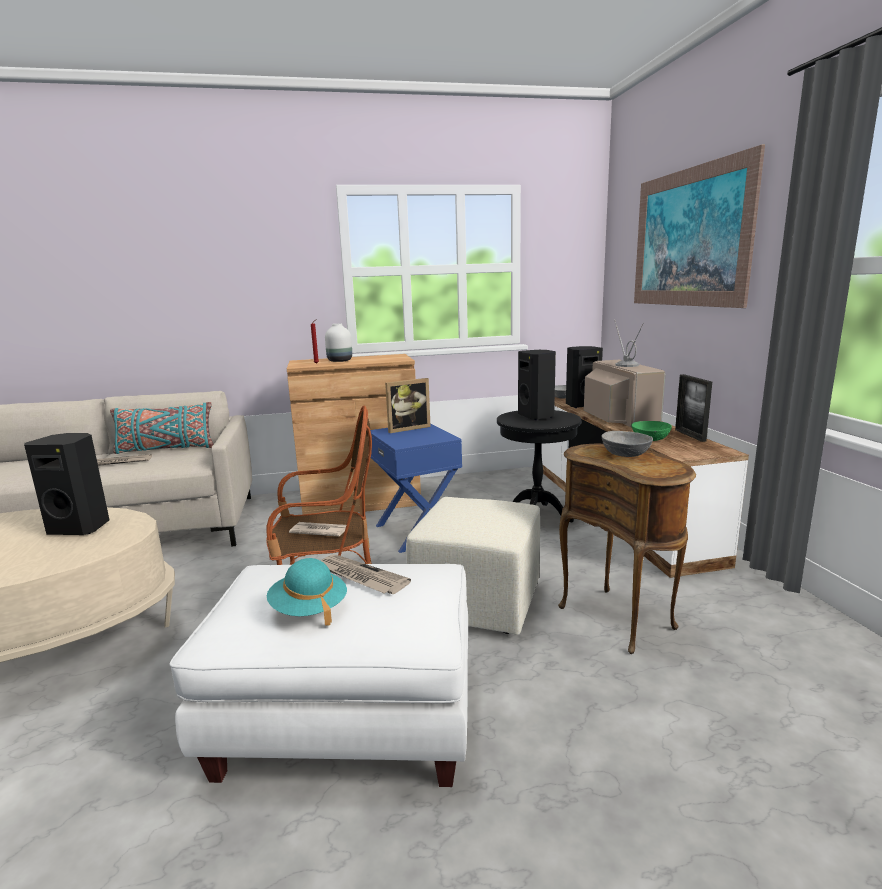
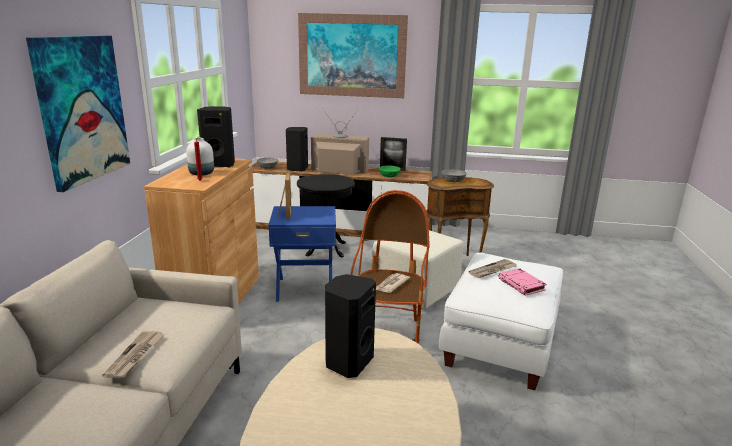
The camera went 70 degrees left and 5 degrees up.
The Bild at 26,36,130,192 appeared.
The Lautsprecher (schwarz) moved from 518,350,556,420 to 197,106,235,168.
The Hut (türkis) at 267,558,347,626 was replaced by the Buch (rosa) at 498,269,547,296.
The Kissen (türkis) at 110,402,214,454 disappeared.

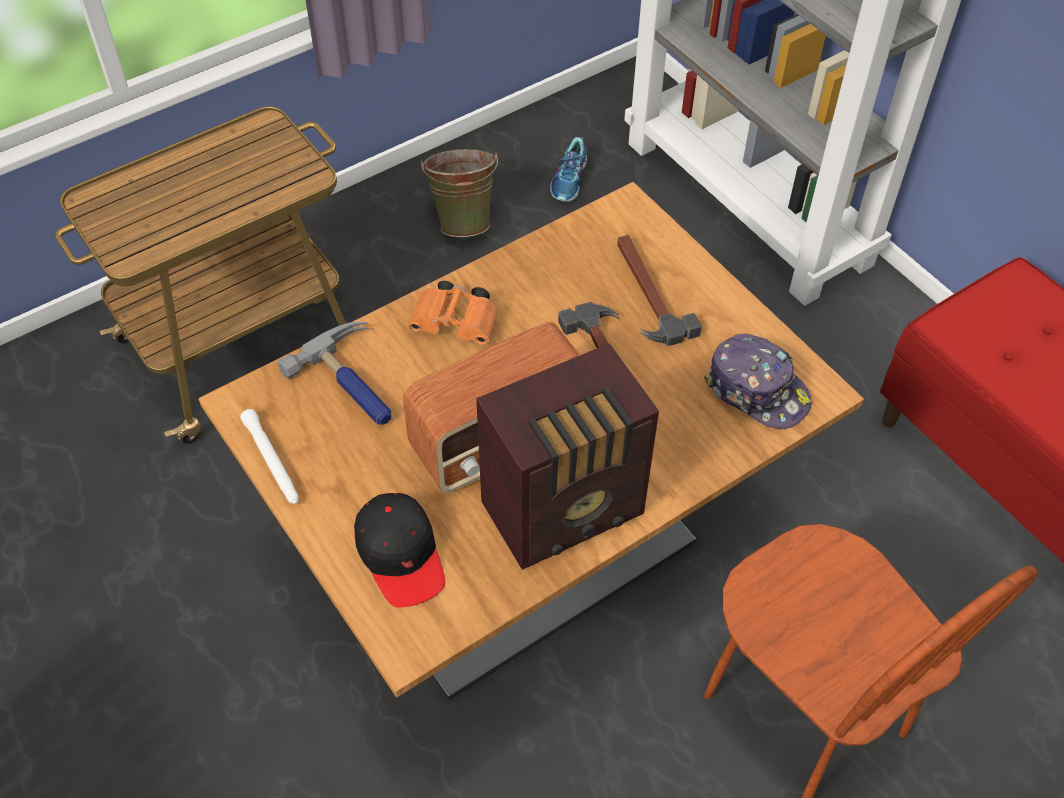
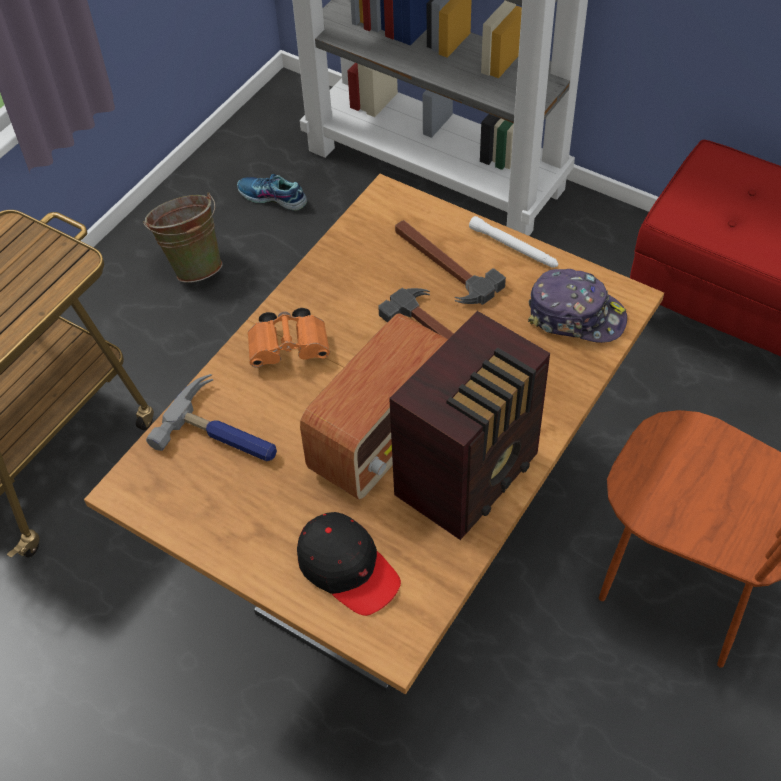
The camera went 20 degrees left and 0 degrees up.
The Schuh at 550,137,589,202 turned 120 degrees clockwise.
The Taschenlampe (weiß) moved from 240,409,299,504 to 469,216,559,268.

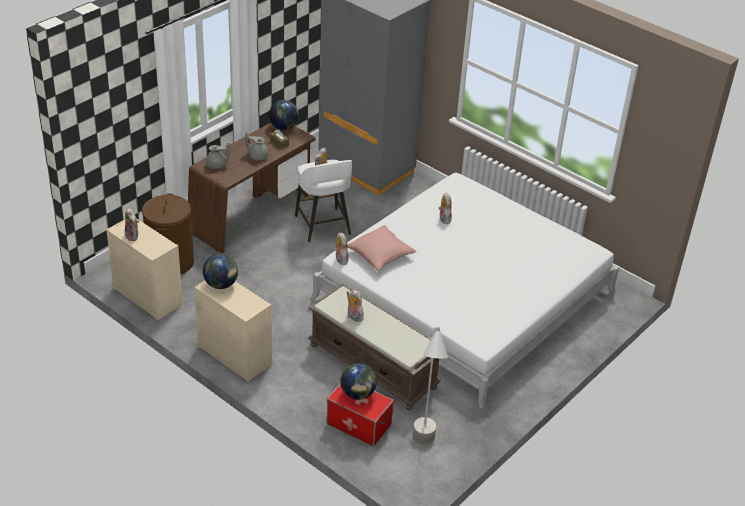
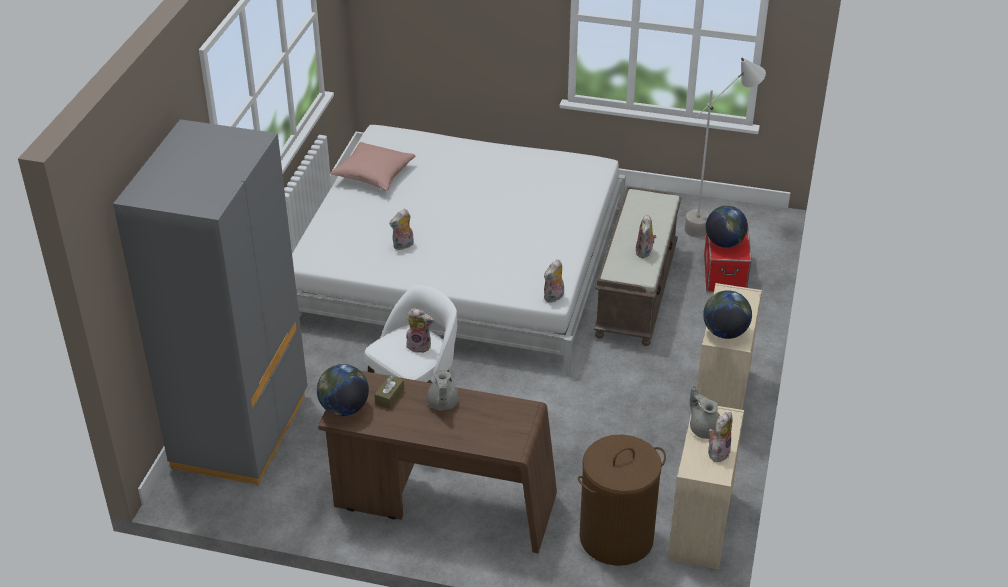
The camera went 115 degrees left and 0 degrees up.
The Kissen (rosa) moved from 347,225,417,271 to 330,142,415,191.
The Teekanne (grau) moved from 206,143,231,169 to 690,385,720,439.

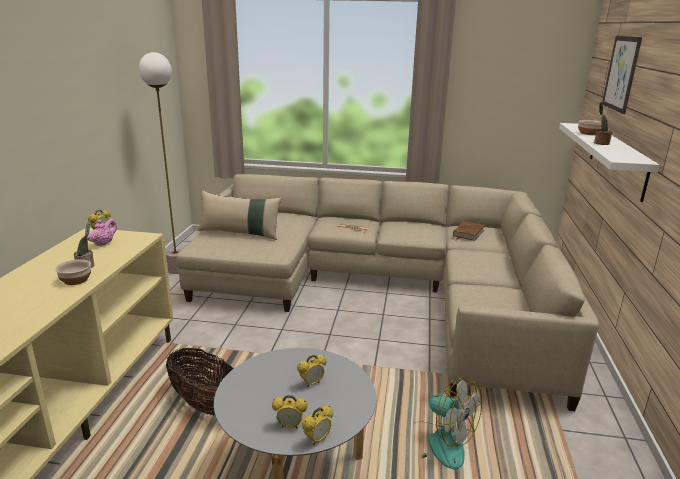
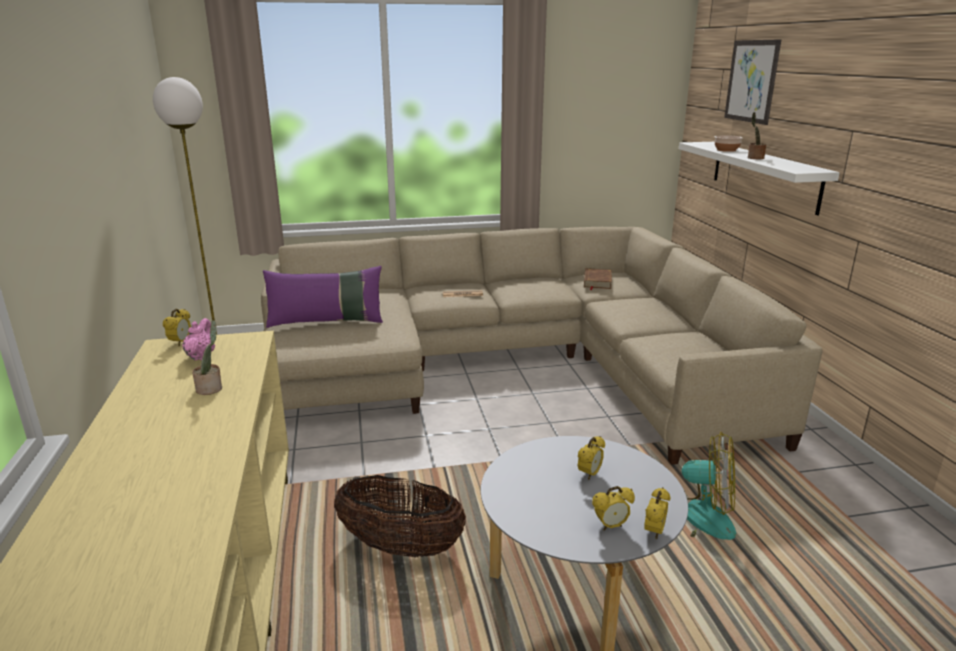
The camera went 20 degrees left and 0 degrees up.
The Kissen (beige) at 198,190,282,240 became the Kissen (lila) at 263,266,383,328.
The Schüssel at 55,259,91,285 disappeared.

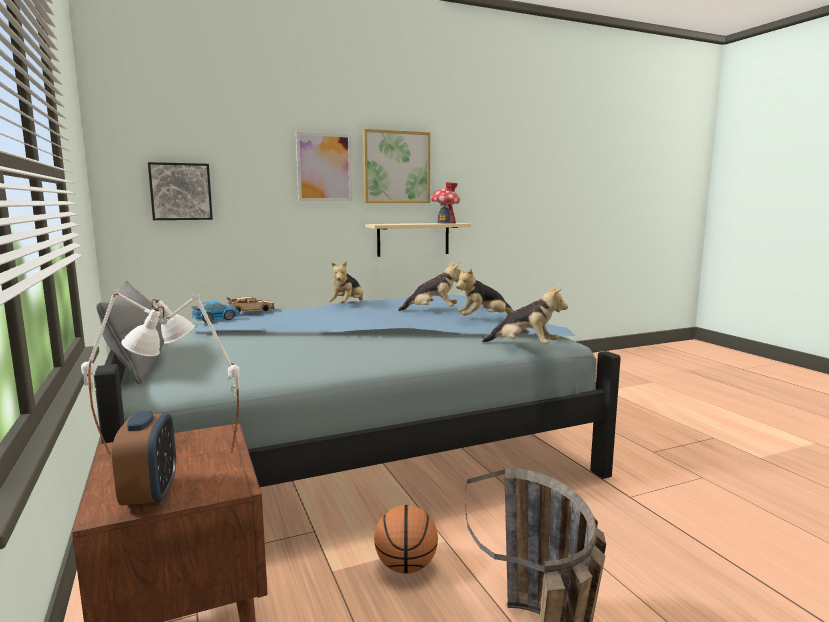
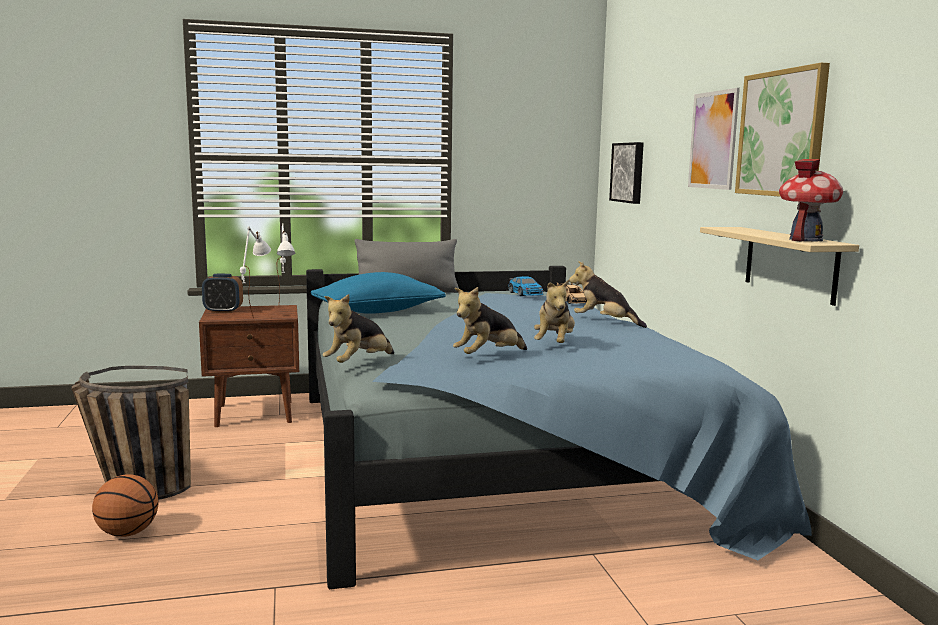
The camera went 100 degrees right and 0 degrees up.
The Basketball moved from 374,505,438,574 to 92,474,159,537.
The Kissen (blau) at 311,272,446,314 appeared.
The Plüschtier at 456,268,513,316 turned 120 degrees counterclockwise.

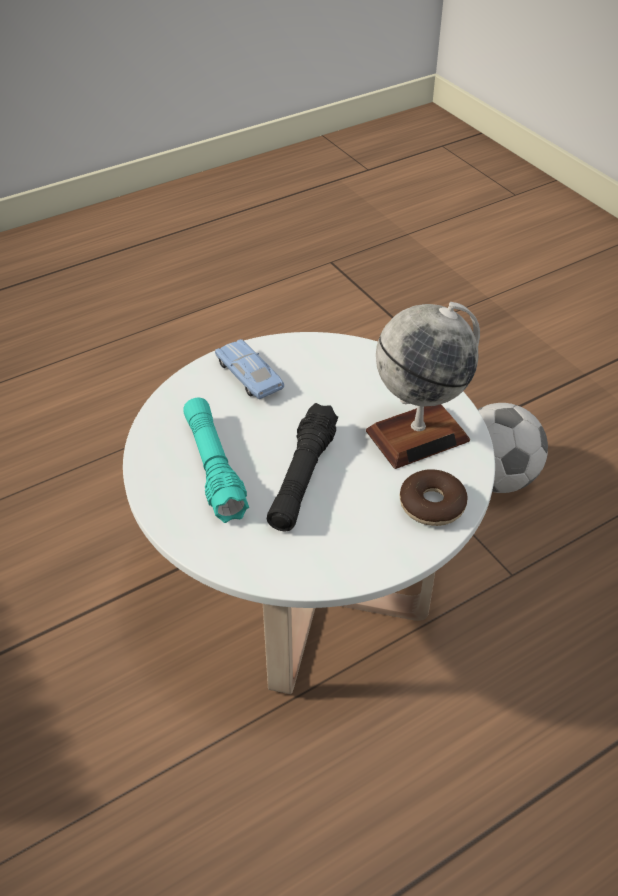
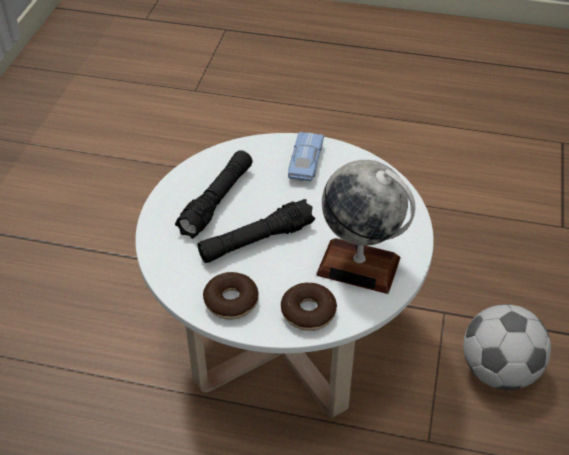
The camera went 45 degrees right and 0 degrees up.
The Taschenlampe (türkis) at 183,398,249,523 became the Taschenlampe (schwarz) at 175,150,253,239.
The Donut at 203,272,259,320 appeared.

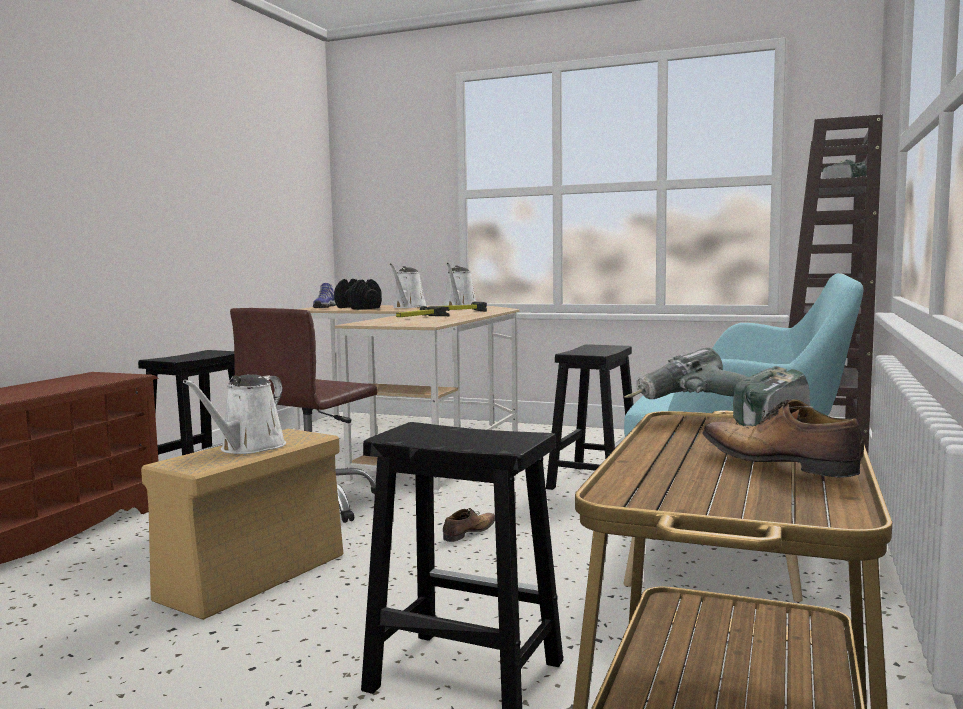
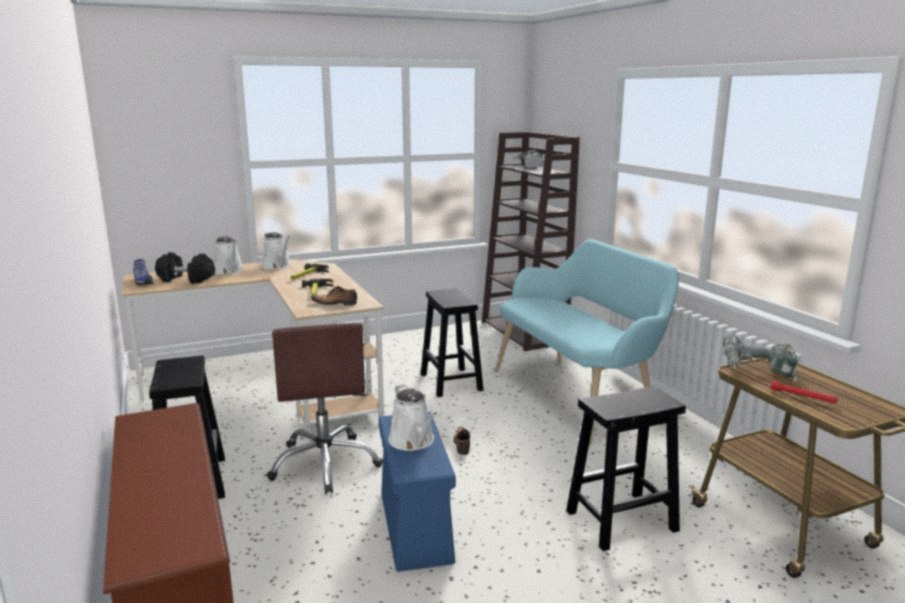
The camera went 45 degrees left and 10 degrees up.
The Schuh moved from 702,399,864,478 to 311,286,357,306.
The Aufbewahrungsbox (beige) at 141,429,343,620 became the Aufbewahrungsbox (blau) at 379,412,456,572.
The Taschenlampe (rot) at 771,381,838,404 appeared.

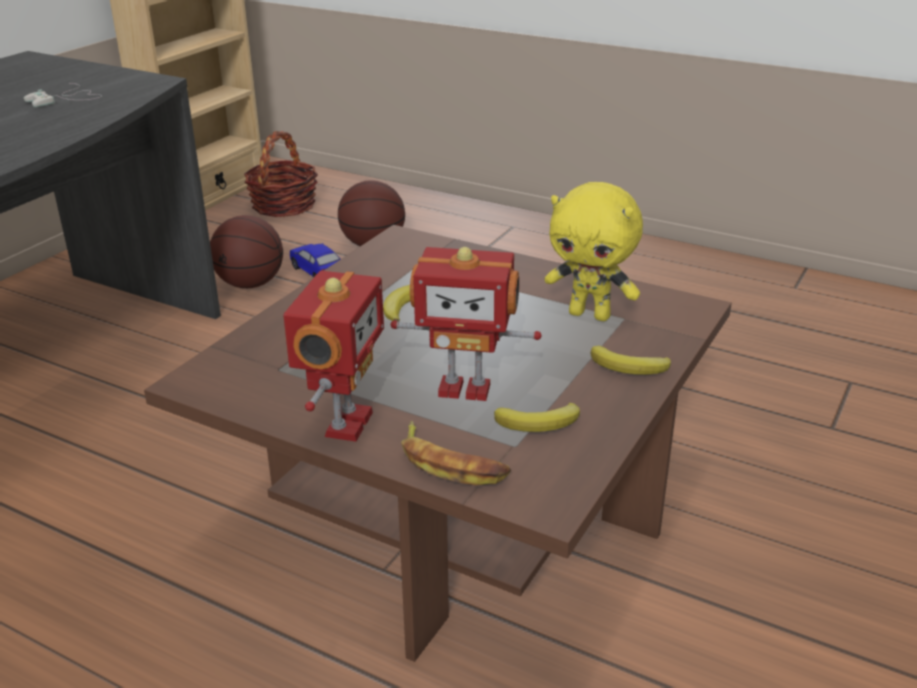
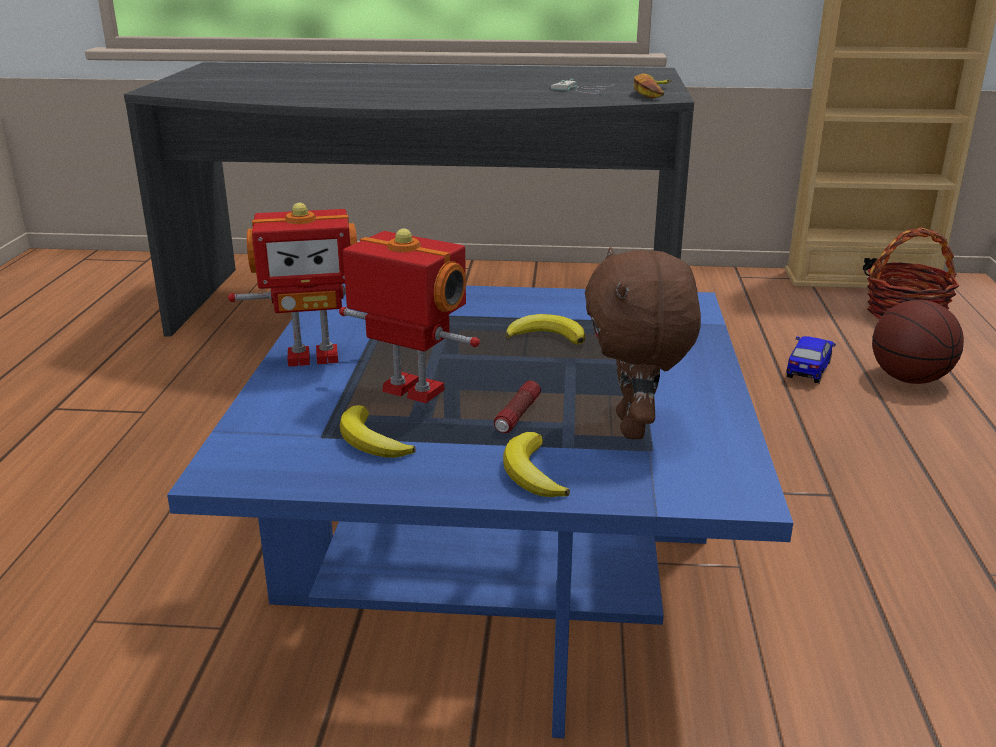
The camera went 65 degrees right and 5 degrees down.
The Couchtisch (braun) at 144,225,732,662 became the Couchtisch (blau) at 167,284,793,738.
The Spielzeugroboter at 391,247,542,401 turned 135 degrees clockwise.
The Taschenlampe at 494,381,541,433 appeared.
The Plüschtier (gelb) at 545,182,643,321 became the Plüschtier (braun) at 585,247,701,439.
The Banane moved from 401,421,511,485 to 634,73,671,99.
The Basketball at 210,215,283,288 disappeared.

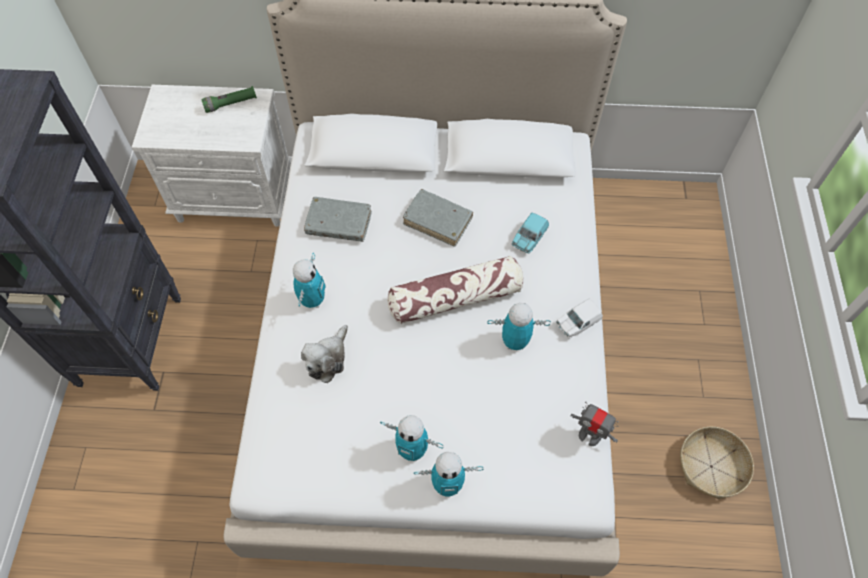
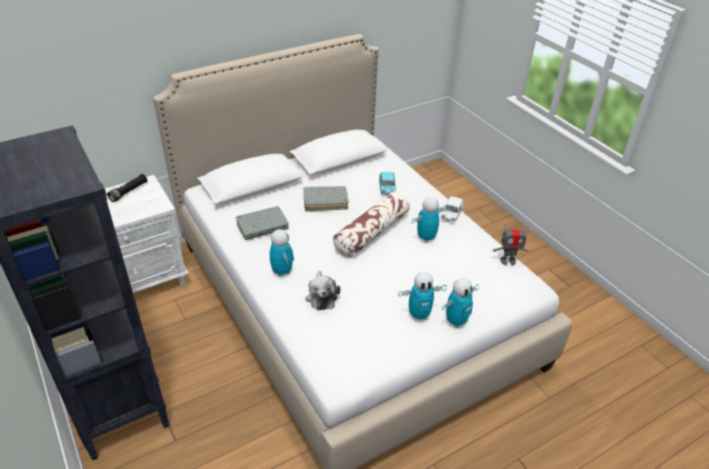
The camera went 35 degrees left and 20 degrees down.
The Taschenlampe (grün) at 201,86,257,113 became the Taschenlampe (schwarz) at 107,174,148,202.
The Korb at 680,427,754,499 disappeared.

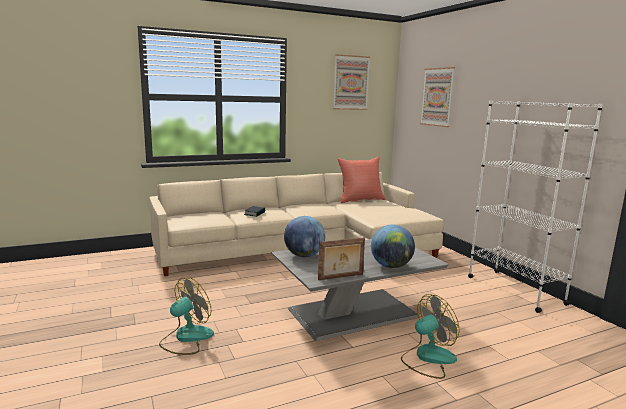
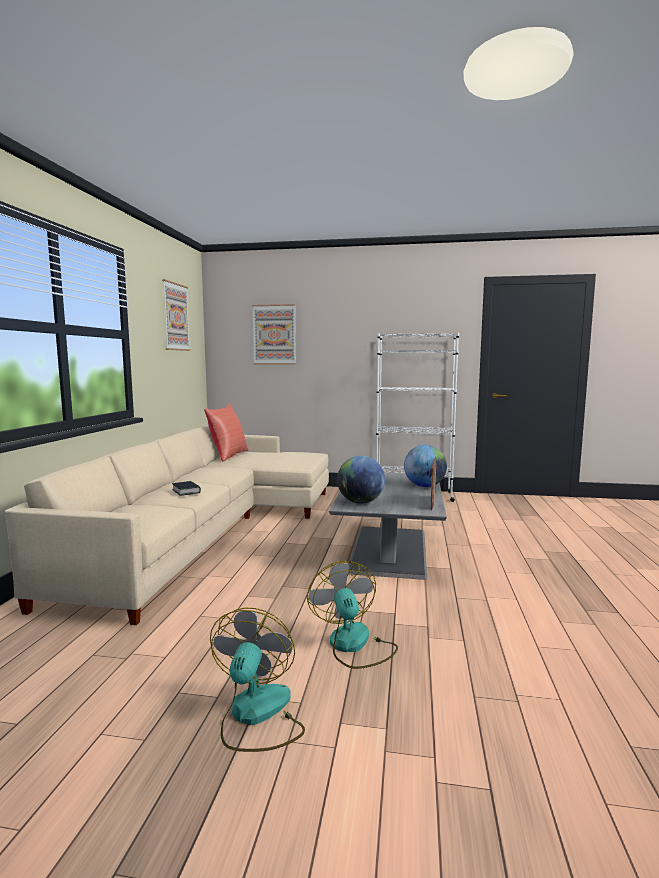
The camera went 55 degrees left and 5 degrees down.
The Ventilator moved from 401,294,460,379 to 210,608,305,752.

